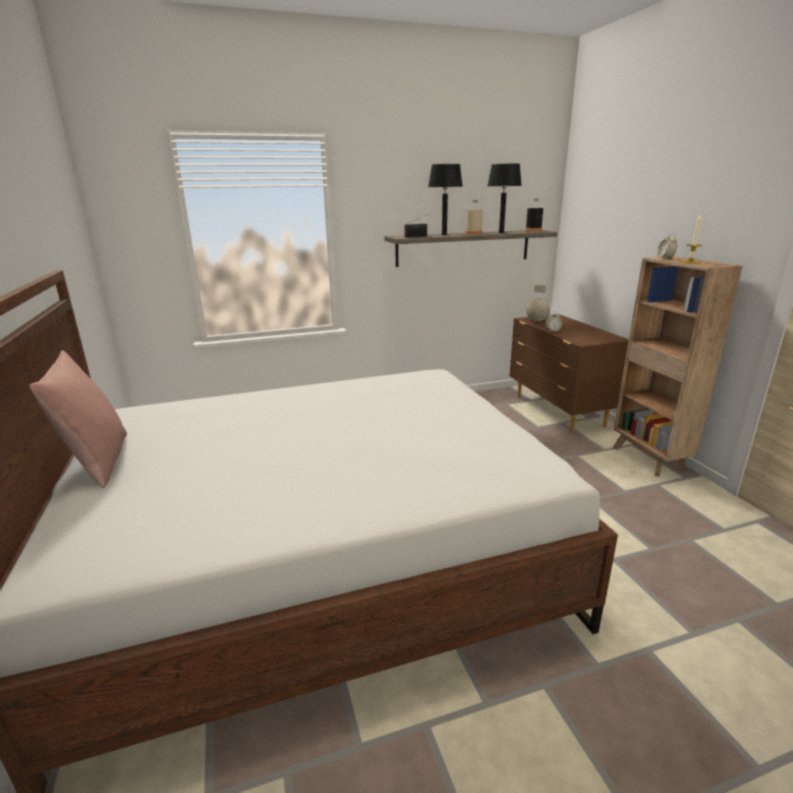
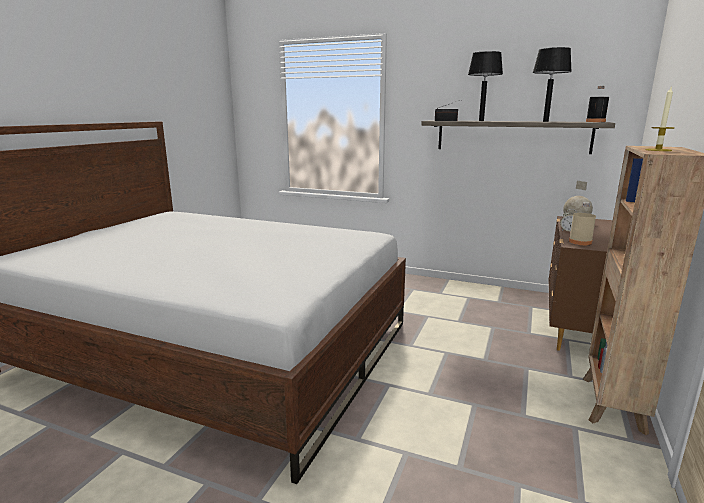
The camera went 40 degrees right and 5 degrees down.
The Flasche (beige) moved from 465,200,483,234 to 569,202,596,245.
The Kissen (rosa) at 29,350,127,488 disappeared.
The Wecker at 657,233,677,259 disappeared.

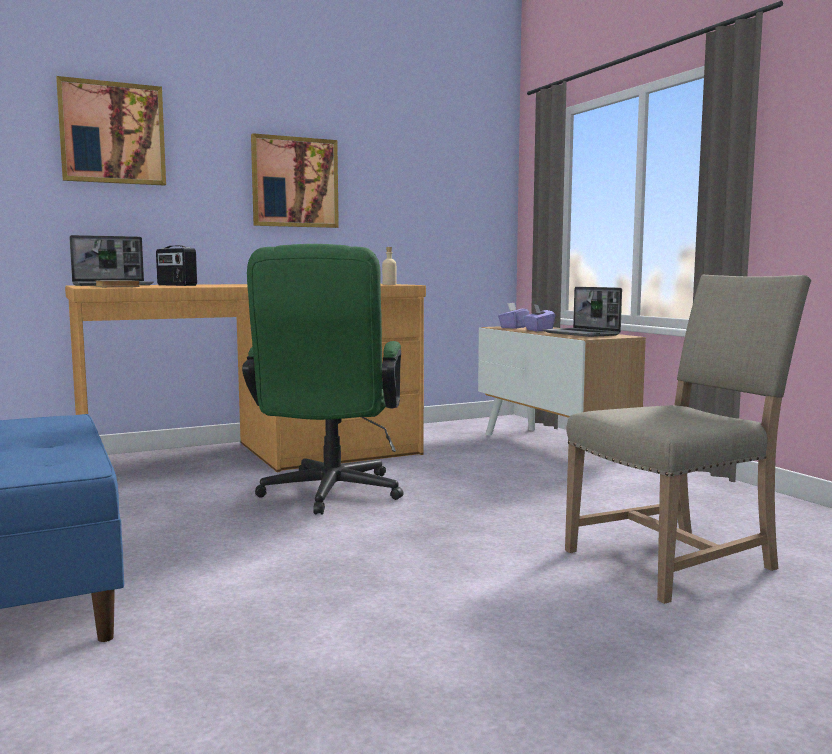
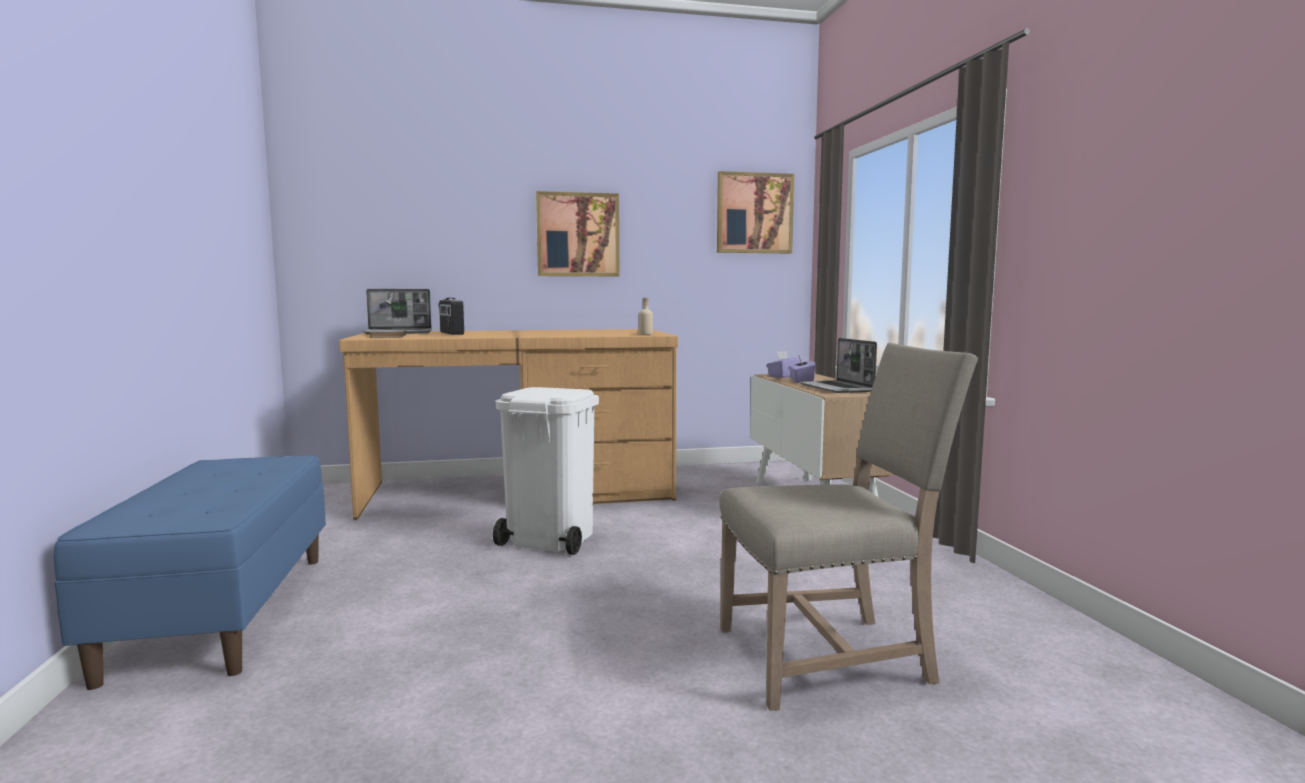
The camera went 15 degrees right and 0 degrees up.
The Bürostuhl (grün) at 242,244,404,515 was replaced by the Mülleimer (weiß) at 493,387,599,555.
The Bild moved from 56,76,166,186 to 717,171,794,253.

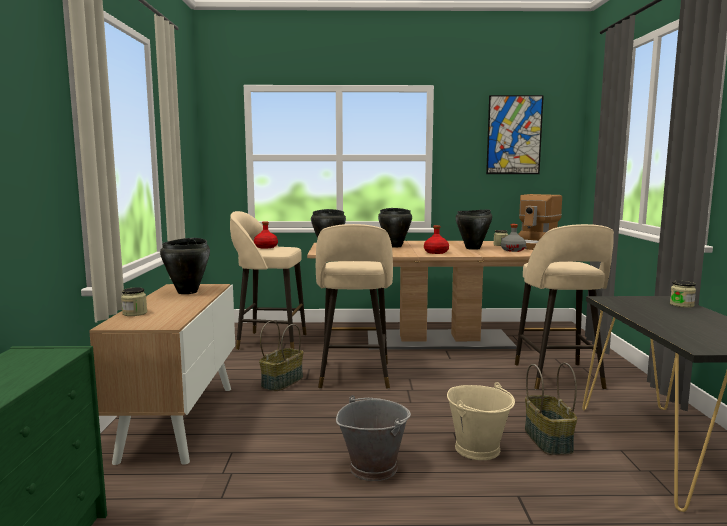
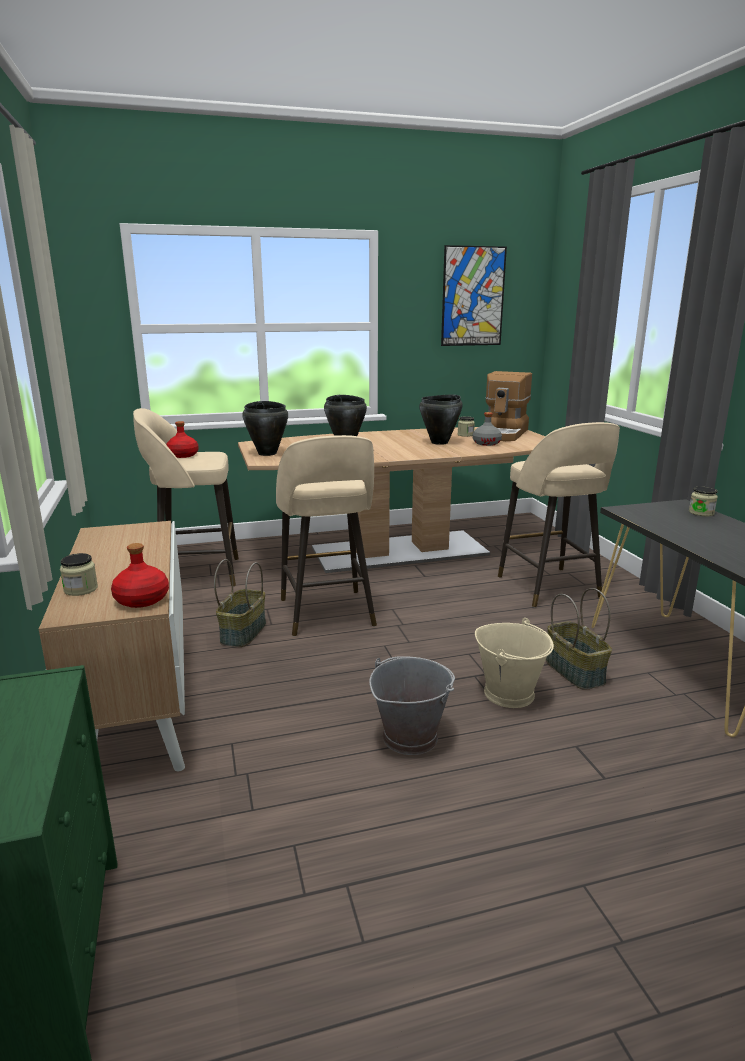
The camera went 15 degrees left and 10 degrees up.
The Flasche (rot) moved from 424,225,449,254 to 111,543,169,608.
The Kochtopf (schwarz) at 160,238,210,294 disappeared.

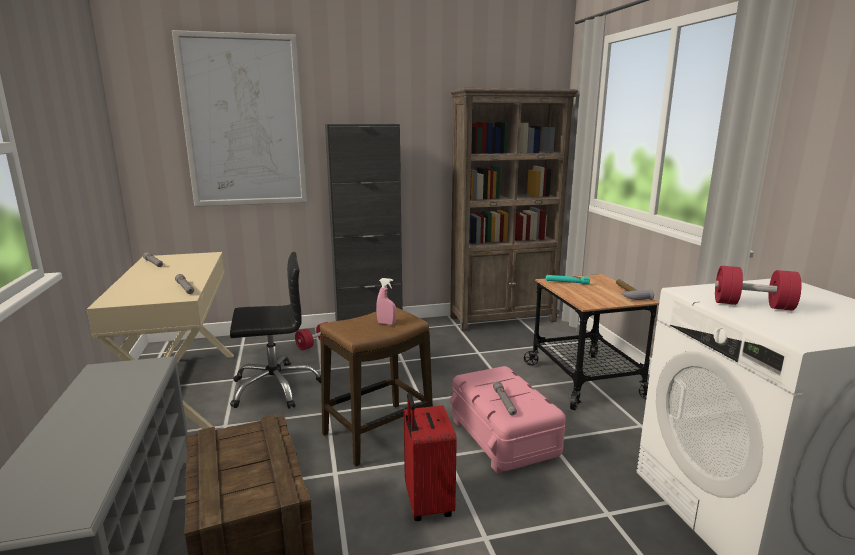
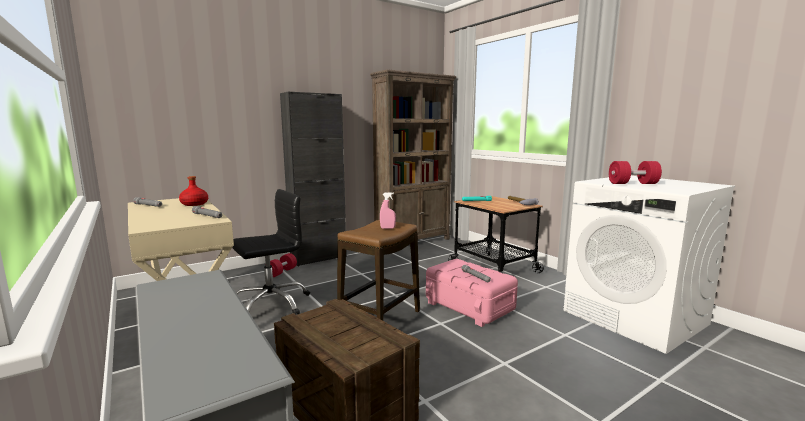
The camera went 20 degrees left and 5 degrees down.
The Flasche (rot) at 179,176,208,206 appeared.
The Bild at 172,30,307,207 disappeared.
The Koffer (rot) at 404,393,457,521 disappeared.

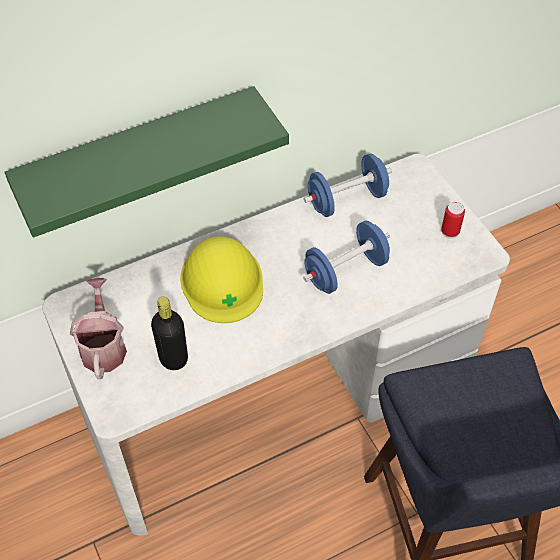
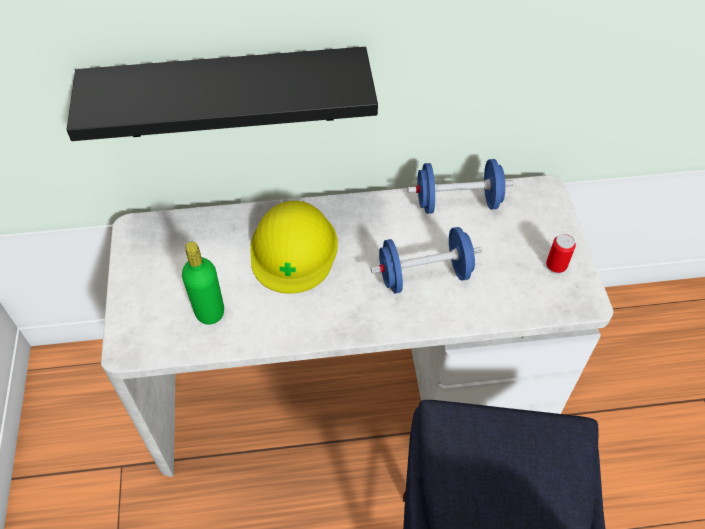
The camera went 20 degrees right and 0 degrees up.
The Wandregal (grün) at 5,86,289,238 became the Wandregal (schwarz) at 67,47,378,141.
The Flasche (schwarz) at 151,297,188,370 became the Flasche (grün) at 182,242,224,325.
The Gießkanne at 70,278,127,379 disappeared.

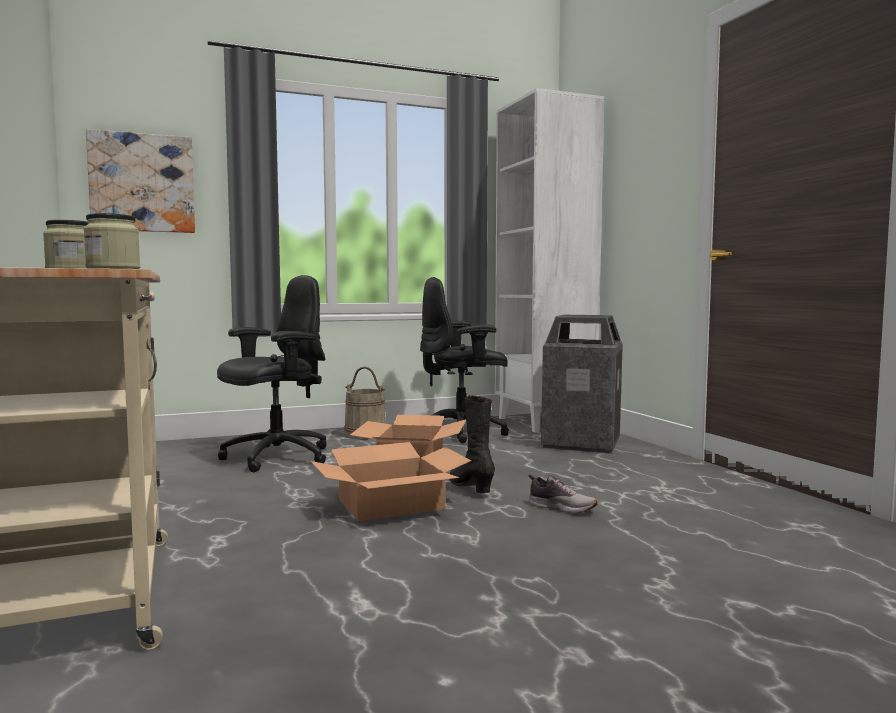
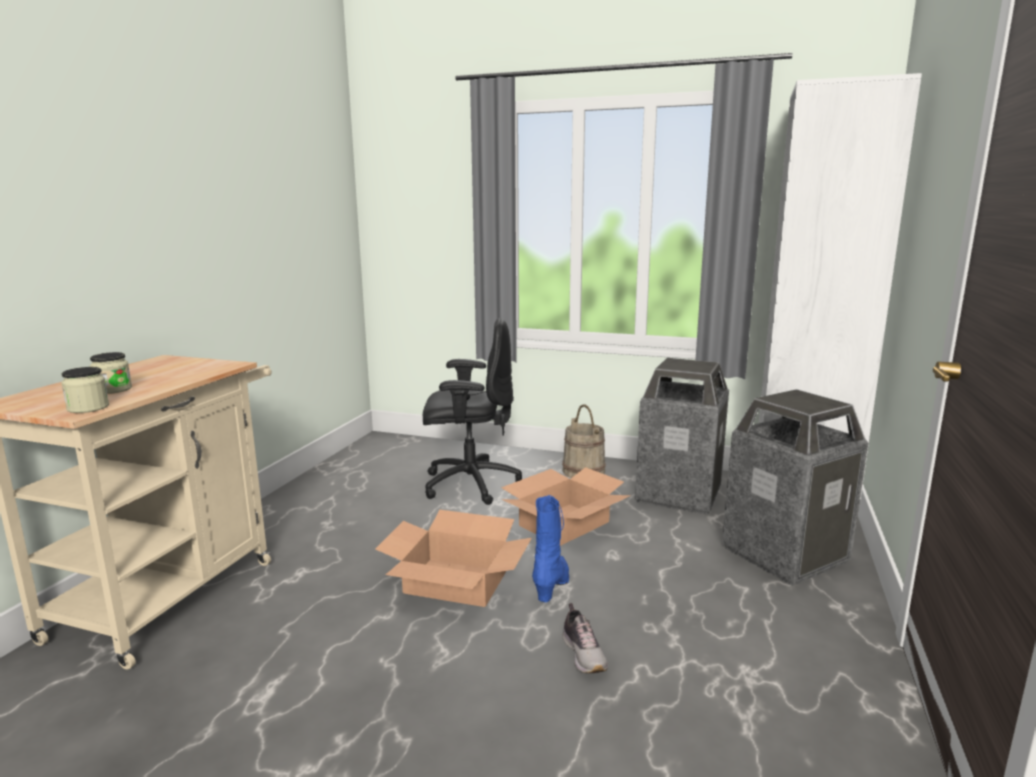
The camera went 40 degrees right and 10 degrees up.
The Stiefel (schwarz) at 450,395,495,493 became the Stiefel (blau) at 532,495,569,602.
The Bürostuhl (schwarz) at 420,277,509,443 was replaced by the Mülleimer at 635,358,729,515.
The Bild at 86,129,195,233 disappeared.

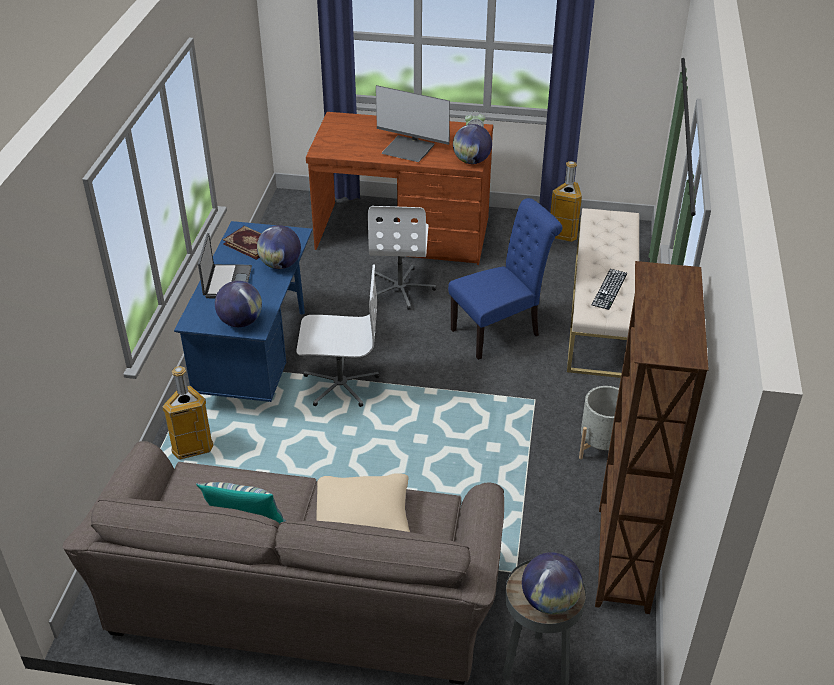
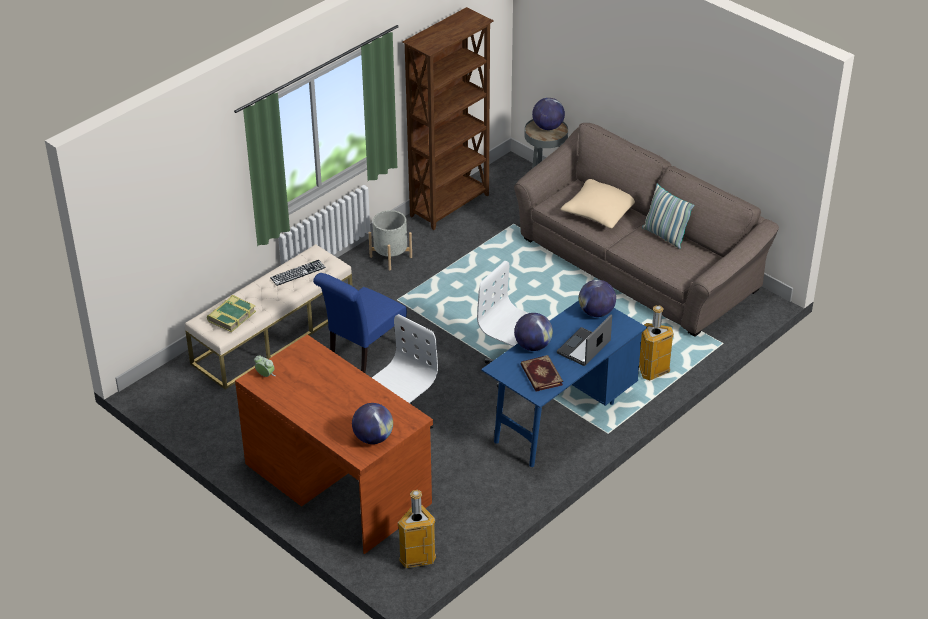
The camera went 145 degrees left and 0 degrees up.
The Buch at 207,295,256,333 appeared.
The Stuhl (blau) at 448,198,562,360 turned 60 degrees counterclockwise.
The Globus moved from 453,124,492,164 to 352,403,393,444.
The Mülleimer moved from 551,161,582,242 to 398,490,436,568.
The Monitor at 376,85,450,162 disappeared.

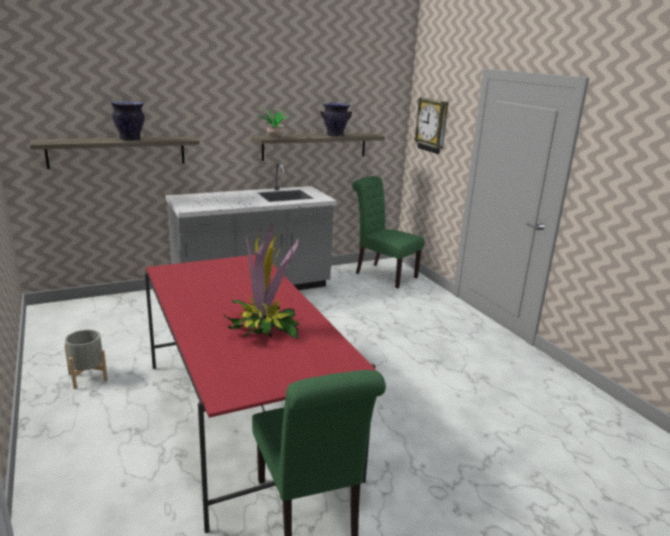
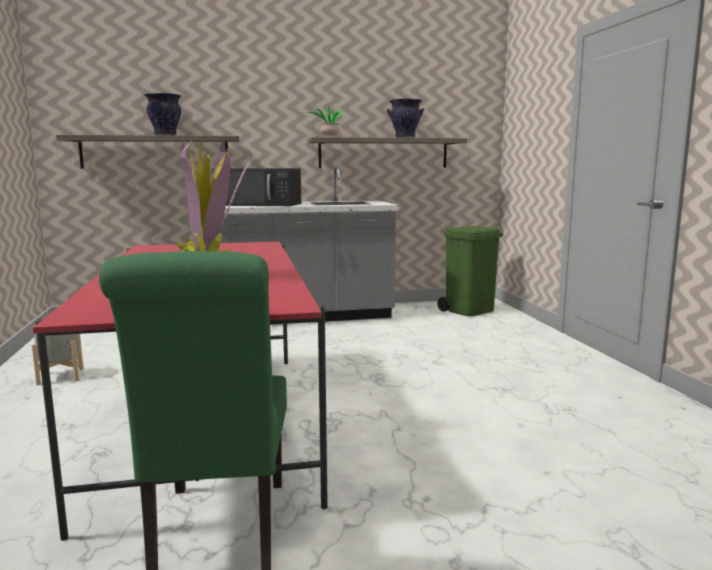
The camera went 15 degrees right and 10 degrees down.
The Mikrowelle (schwarz) at 212,168,301,206 appeared.
The Stuhl (grün) at 352,176,424,288 was replaced by the Mülleimer (grün) at 437,226,503,316.
The Wanduhr at 414,97,449,154 disappeared.

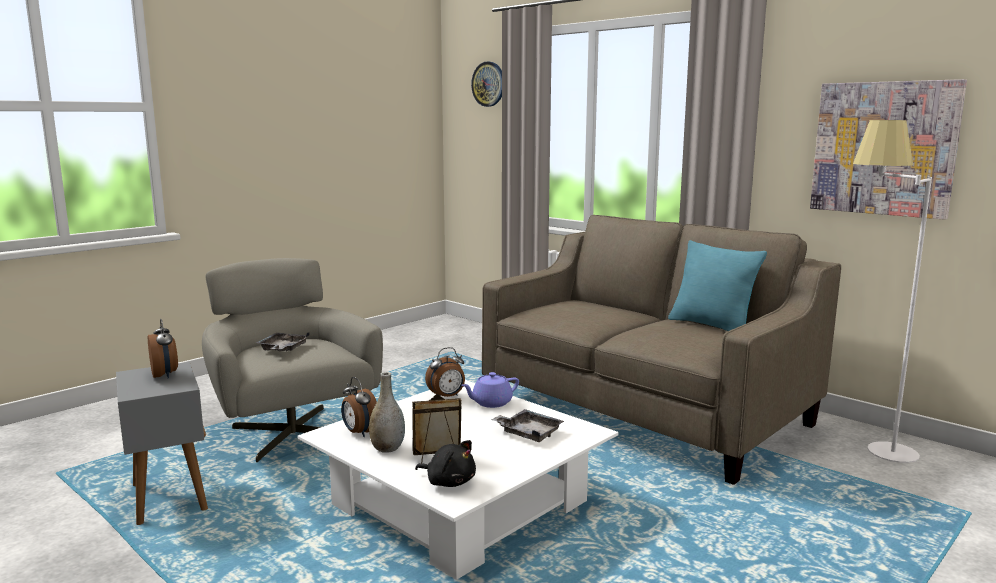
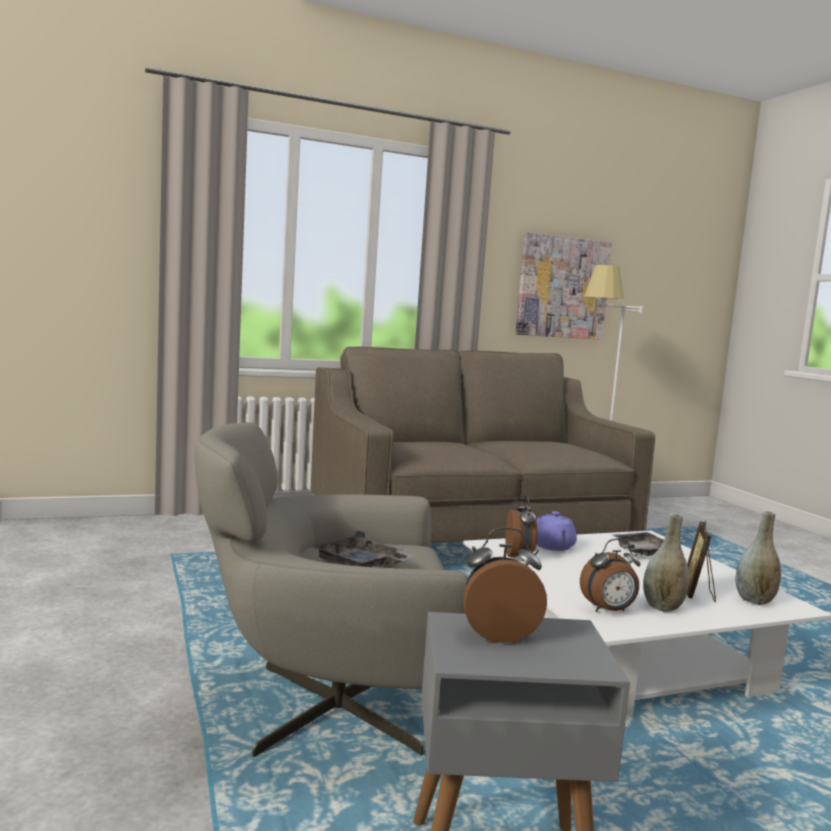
The camera went 65 degrees left and 5 degrees down.
The Plüschtier (schwarz) at 415,440,476,487 was replaced by the Vase (grau) at 736,511,781,605.
The Wanduhr at 471,62,502,107 disappeared.
The Kissen (türkis) at 668,240,767,331 disappeared.

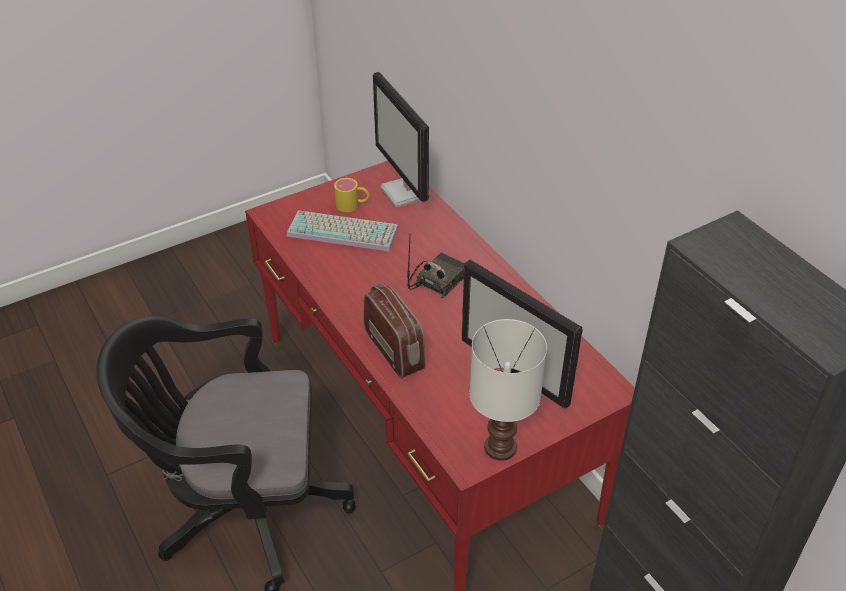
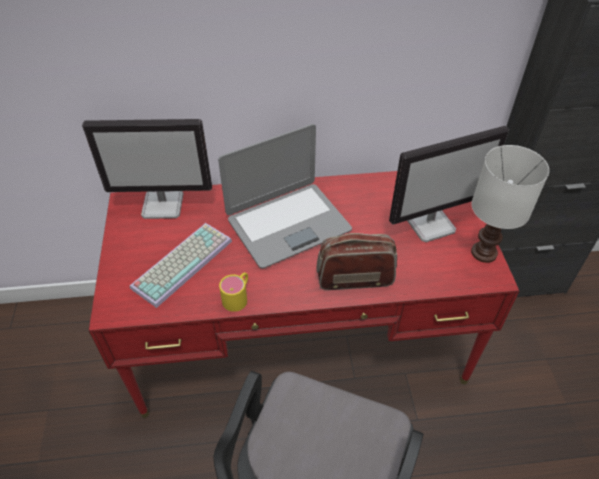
The camera went 65 degrees left and 5 degrees up.
The Radio at 407,237,464,298 was replaced by the Laptop at 218,124,352,268.
The Henkelbecher (gelb) moved from 334,178,369,212 to 219,272,248,312.

